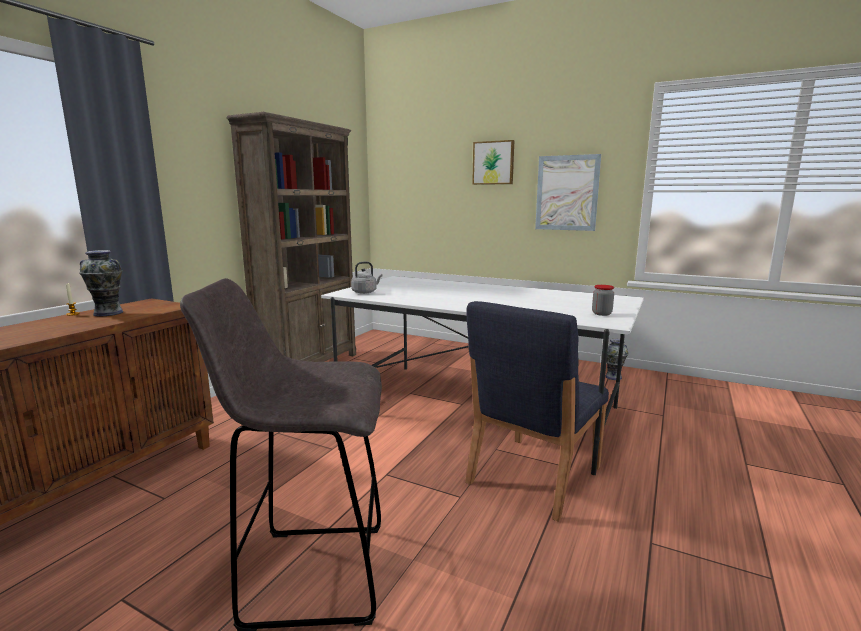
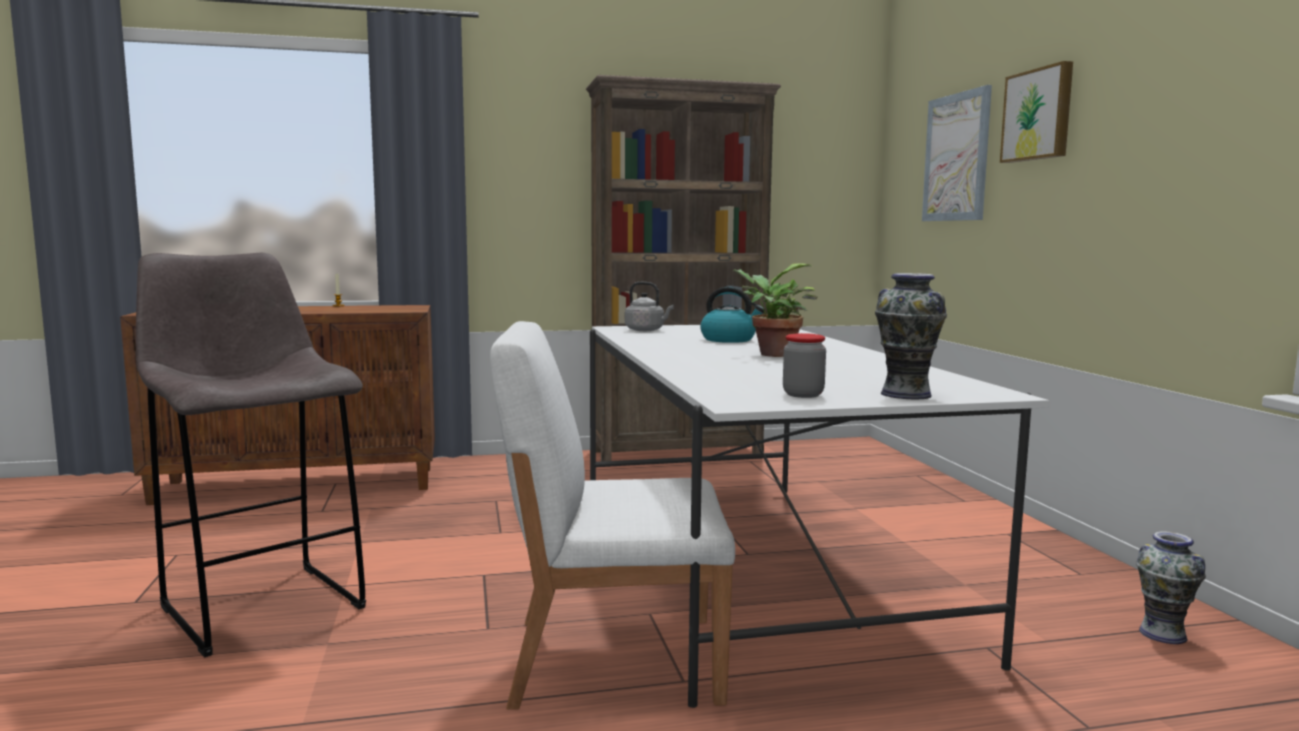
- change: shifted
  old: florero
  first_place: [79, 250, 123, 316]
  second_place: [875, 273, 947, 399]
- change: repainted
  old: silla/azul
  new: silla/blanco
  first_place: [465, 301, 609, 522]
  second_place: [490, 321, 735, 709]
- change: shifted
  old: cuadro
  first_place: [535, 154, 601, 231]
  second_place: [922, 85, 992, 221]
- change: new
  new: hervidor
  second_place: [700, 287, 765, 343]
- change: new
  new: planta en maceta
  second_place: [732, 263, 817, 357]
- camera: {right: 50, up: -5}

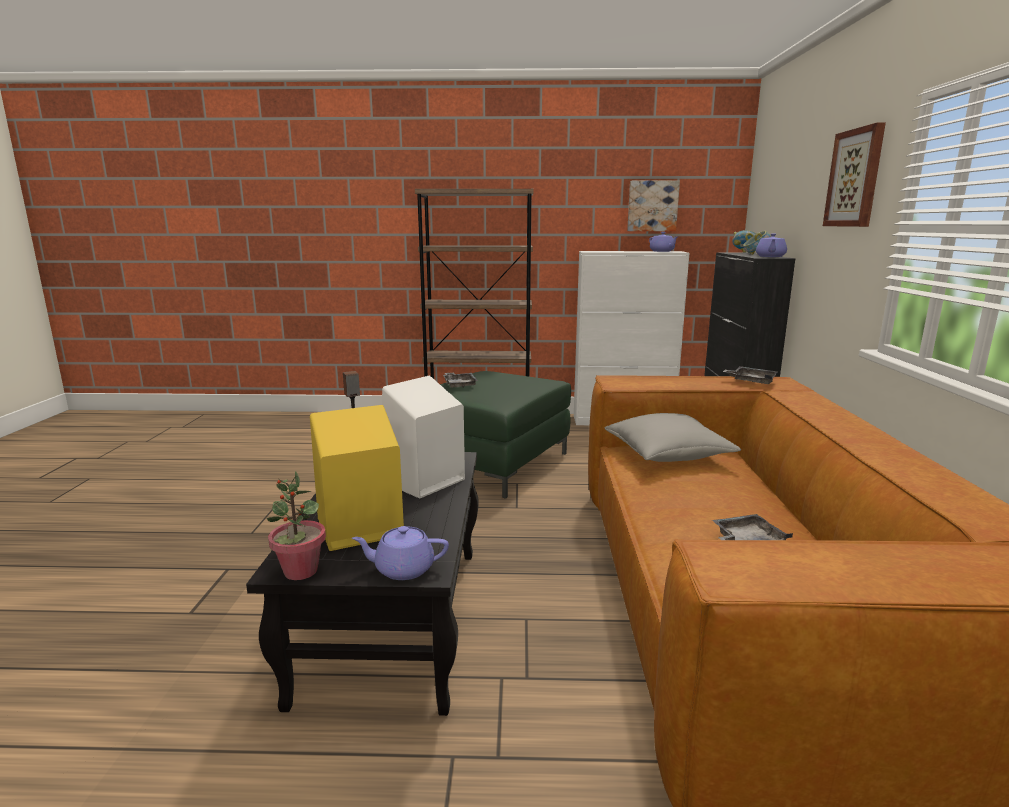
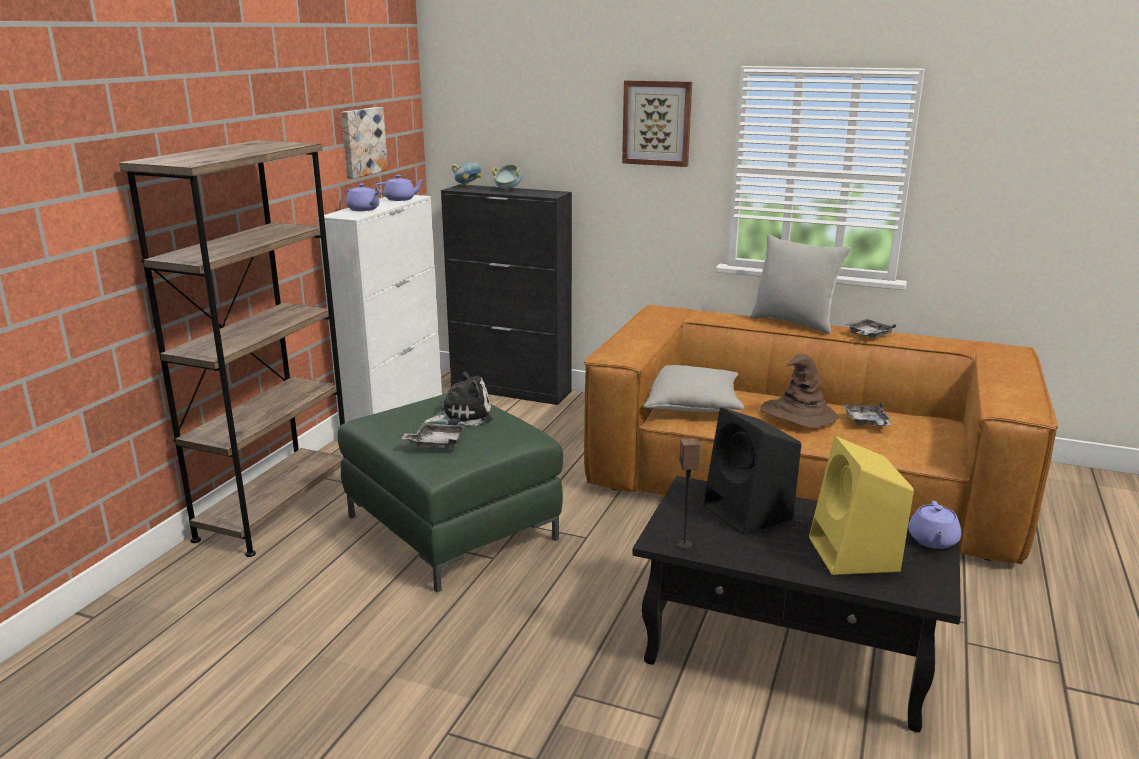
- change: gone
  old: planta en maceta
  first_place: [267, 471, 326, 580]
- change: repainted
  old: altavoz/blanco
  new: altavoz/negro
  first_place: [382, 376, 465, 498]
  second_place: [703, 407, 801, 535]
- change: shifted
  old: bandeja/gris
  first_place: [723, 366, 777, 384]
  second_place: [846, 319, 896, 338]
- change: shifted
  old: tetera/morado
  first_place: [756, 233, 787, 257]
  second_place: [346, 183, 380, 211]
- change: new
  new: peluche
  second_place: [424, 371, 493, 426]
- change: new
  new: cojín/gris
  second_place: [750, 234, 851, 334]
- change: new
  new: sombrero/marrón
  second_place: [760, 354, 839, 428]
- camera: {right: -70, up: 5}

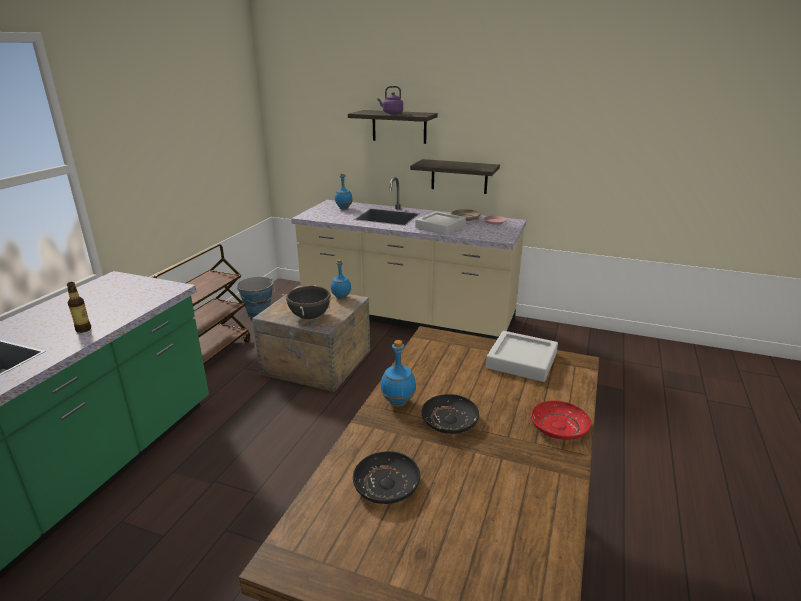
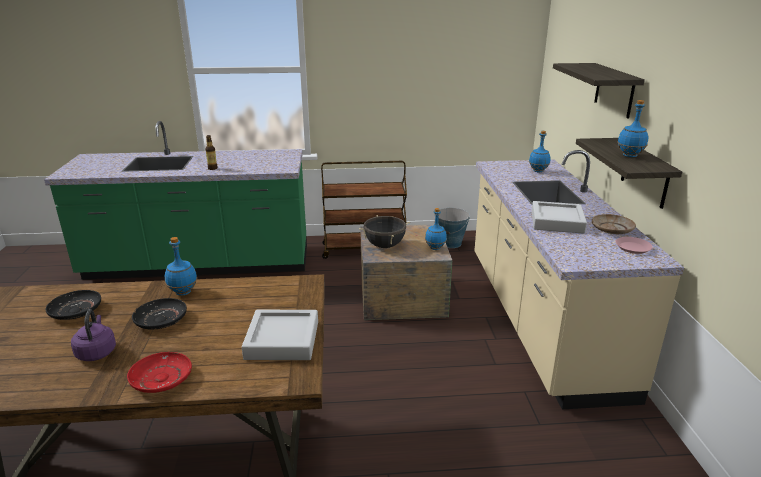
- change: shifted
  old: hervidor/morado
  first_place: [377, 86, 403, 114]
  second_place: [71, 309, 116, 361]
- change: new
  new: botella/azul
  second_place: [618, 100, 648, 157]
- camera: {right: 65, up: 0}

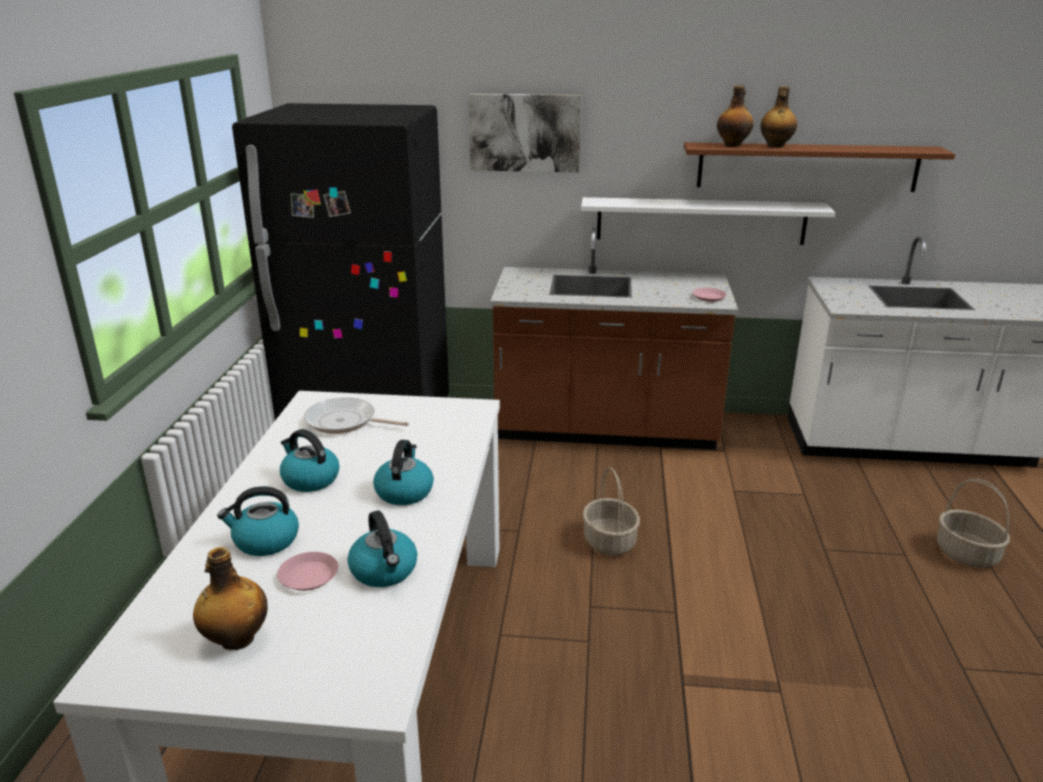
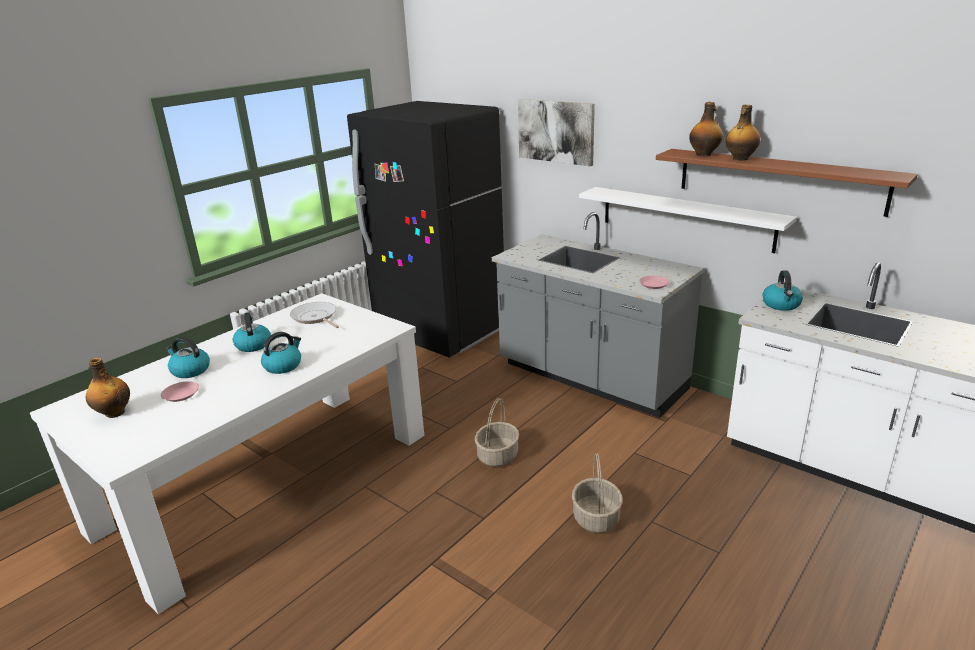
- change: shifted
  old: hervidor
  first_place: [347, 510, 417, 587]
  second_place: [762, 270, 803, 311]
- change: repainted
  old: mueble bajo de cocina/marrón
  new: mueble bajo de cocina/gris
  first_place: [490, 227, 738, 450]
  second_place: [492, 212, 704, 418]
- change: shifted
  old: cesta
  first_place: [936, 479, 1010, 568]
  second_place: [572, 453, 623, 533]
- camera: {right: 35, up: 0}

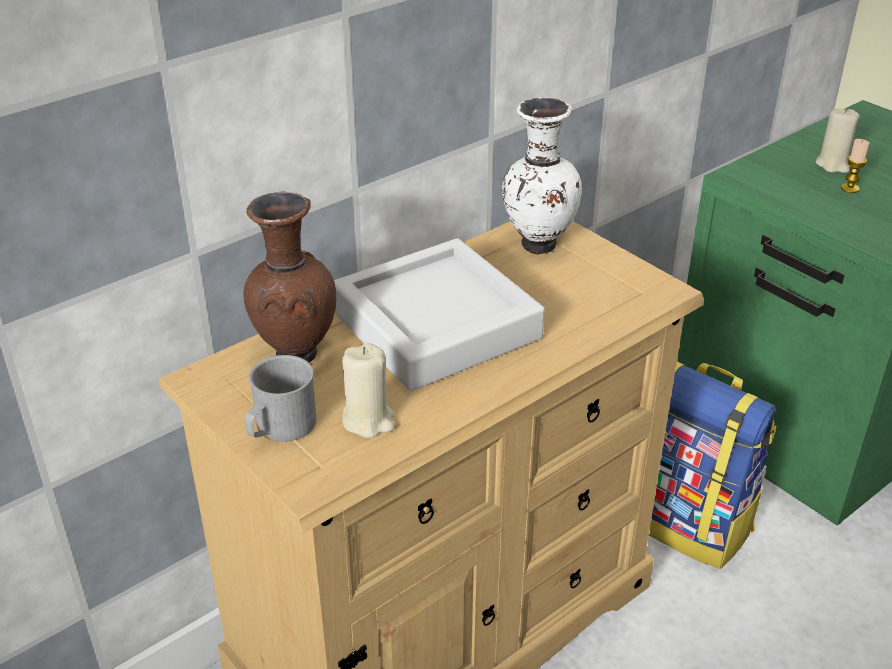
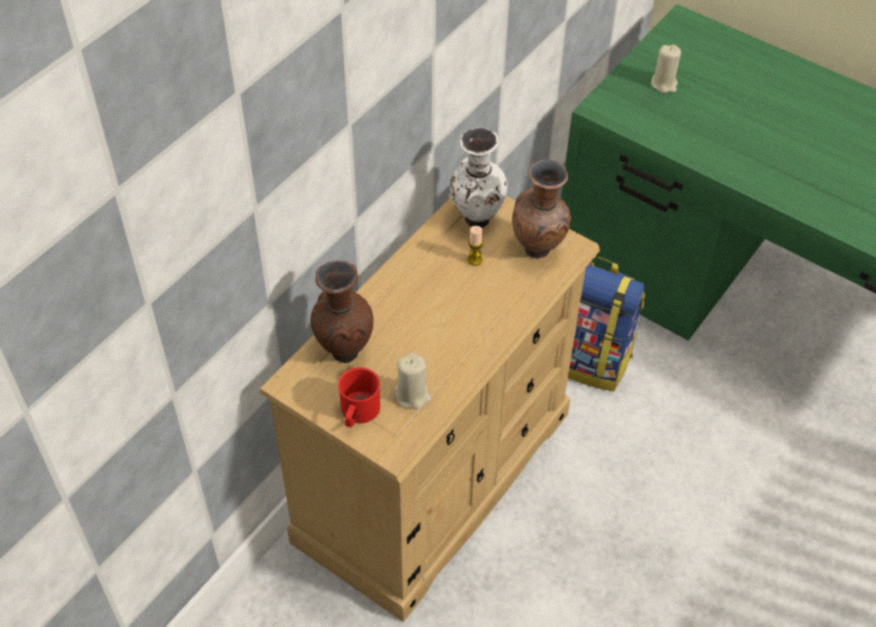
- change: repainted
  old: taza grande/gris
  new: taza grande/rojo
  first_place: [245, 355, 317, 442]
  second_place: [338, 367, 380, 427]
- change: gone
  old: bandeja/gris
  first_place: [334, 238, 545, 391]
- change: shifted
  old: vela
  first_place: [841, 139, 869, 193]
  second_place: [467, 226, 484, 266]
- change: new
  new: florero/marrón
  second_place: [512, 159, 571, 258]
- camera: {right: -15, up: 15}

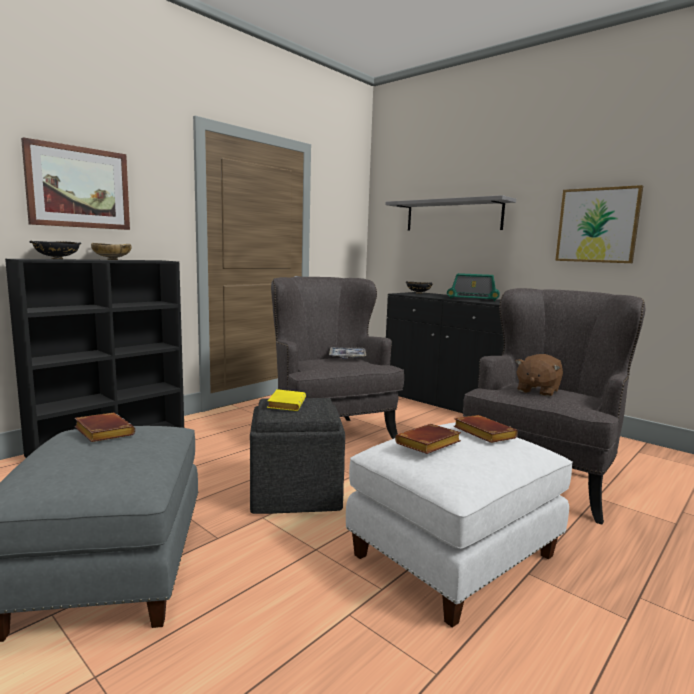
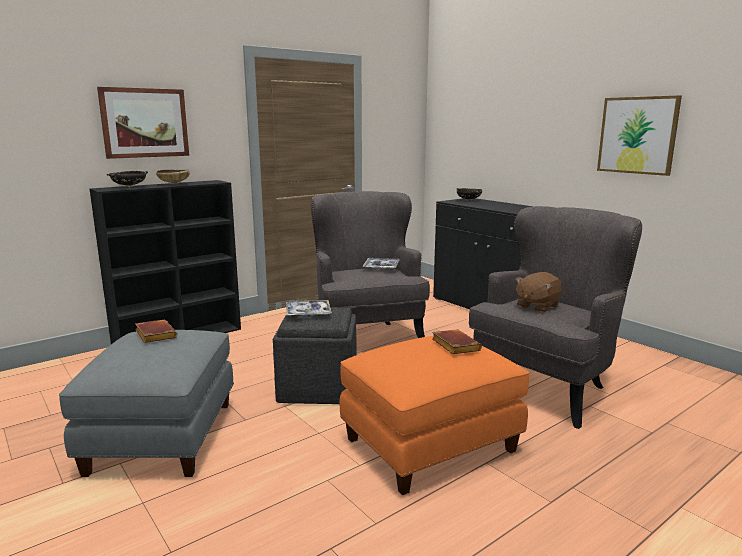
- change: swapped
  old: libro/amarillo
  new: bandeja
  first_place: [267, 389, 306, 411]
  second_place: [286, 300, 332, 317]
- change: repainted
  old: puf/blanco
  new: puf/naranja
  first_place: [346, 422, 573, 628]
  second_place: [340, 336, 529, 495]
- change: gone
  old: estante/gris
  first_place: [386, 195, 516, 231]
- change: gone
  old: libro/marrón
  first_place: [395, 424, 461, 454]
- change: gone
  old: radio
  first_place: [447, 273, 500, 301]
- camera: {right: 10, up: 5}

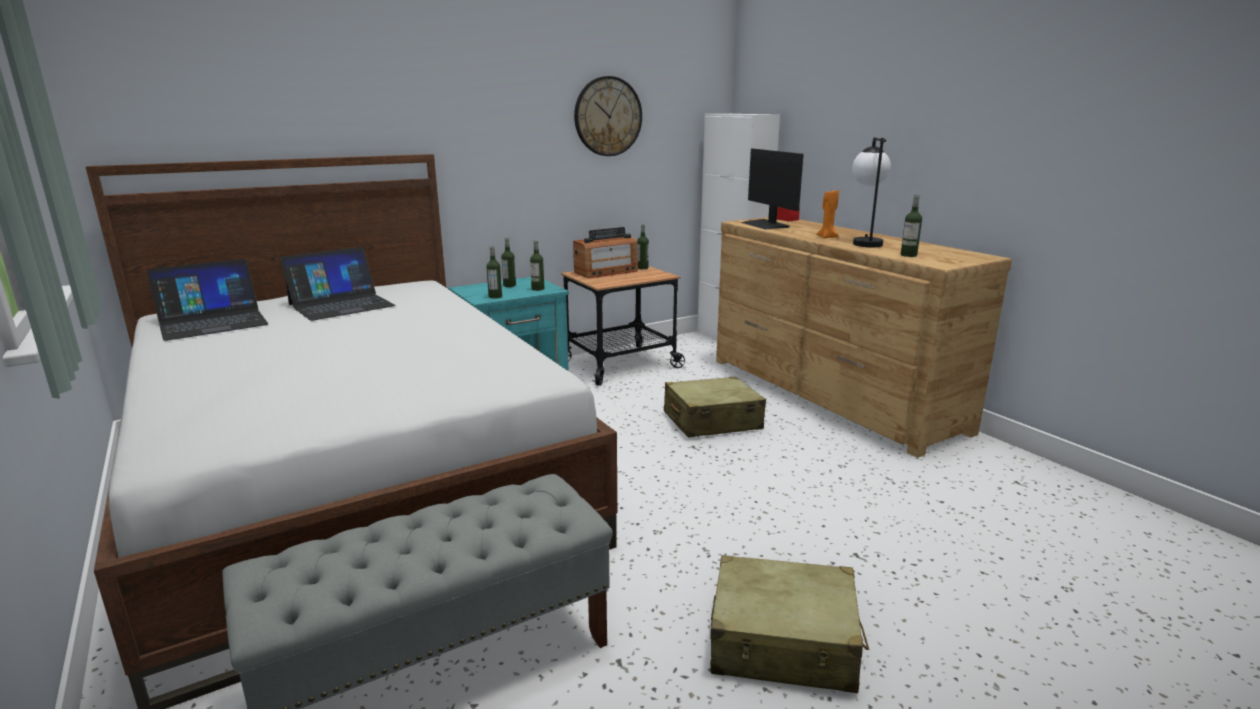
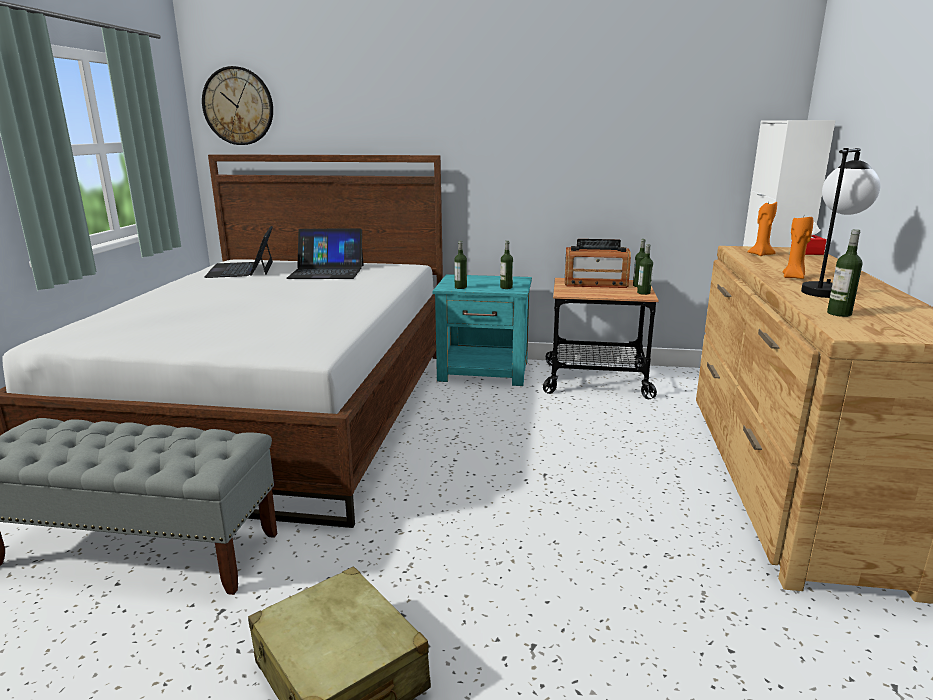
- change: rotated
  old: portátil
  first_place: [147, 259, 268, 341]
  second_place: [204, 226, 273, 278]
  degrees: 75
- change: shifted
  old: botella
  first_place: [502, 238, 516, 287]
  second_place: [637, 244, 653, 295]
- change: shifted
  old: reloj de pared
  first_place: [574, 76, 642, 156]
  second_place: [202, 66, 273, 145]
- change: gone
  old: maleta/beis
  first_place: [664, 377, 766, 438]
- change: swapped
  old: monitor
  new: vela/naranja
  first_place: [741, 149, 804, 230]
  second_place: [747, 202, 777, 256]
- camera: {right: 40, up: 0}

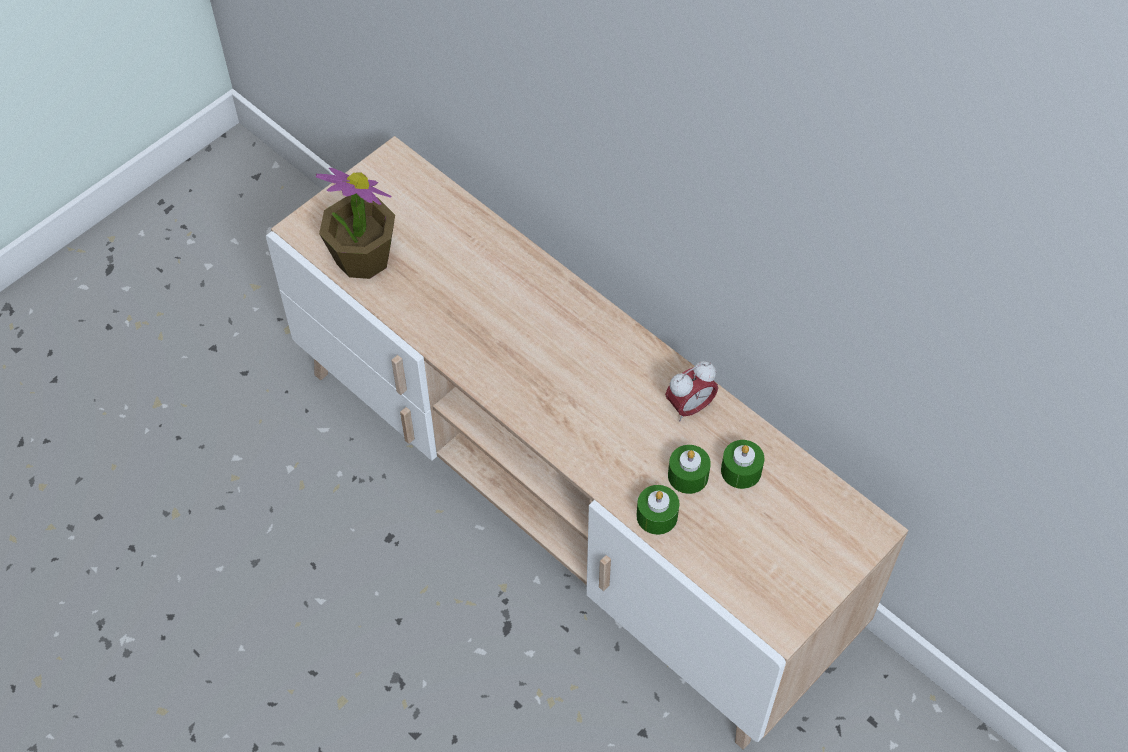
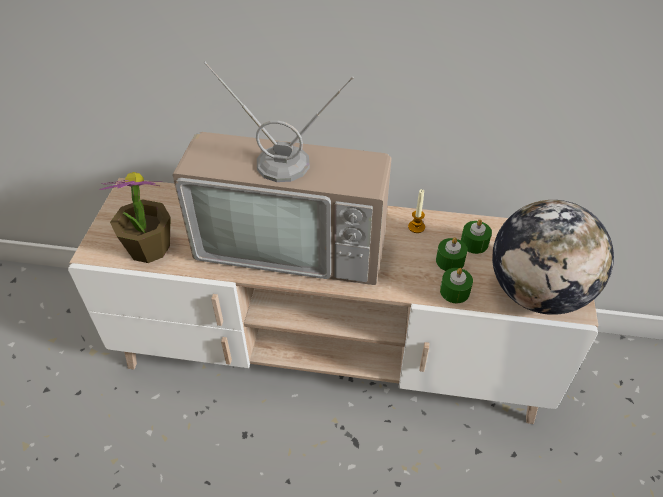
- change: swapped
  old: despertador
  new: vela
  first_place: [665, 361, 718, 421]
  second_place: [408, 189, 425, 233]
- change: new
  new: televisor
  second_place: [172, 62, 392, 285]
- change: new
  new: globo terráqueo
  second_place: [492, 200, 614, 315]
- camera: {right: -35, up: -10}

